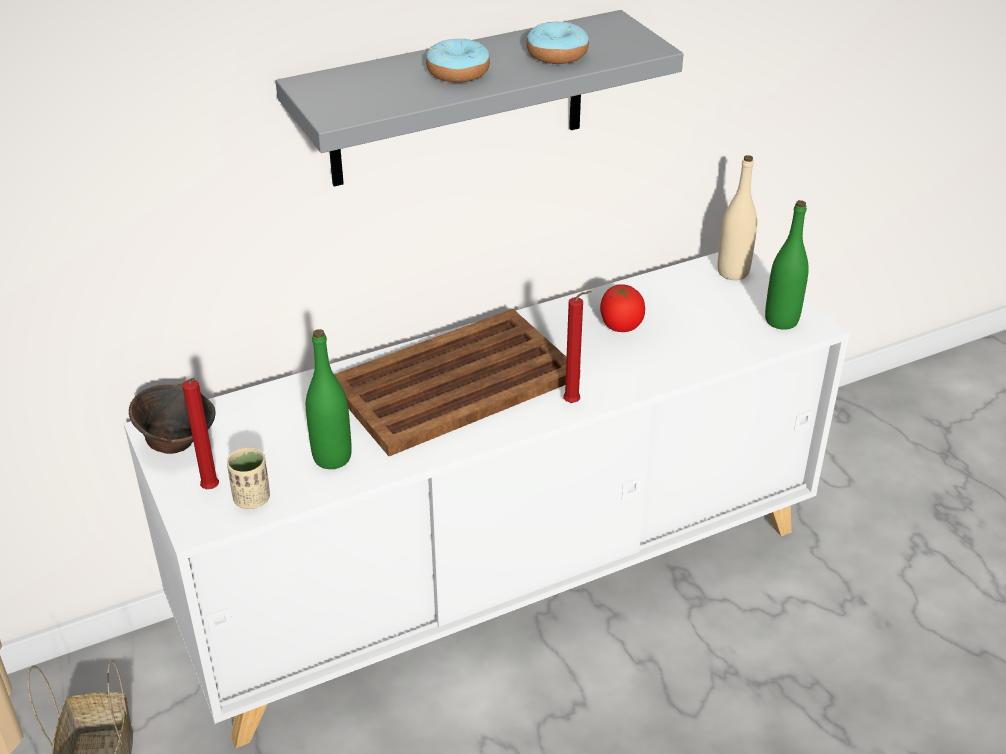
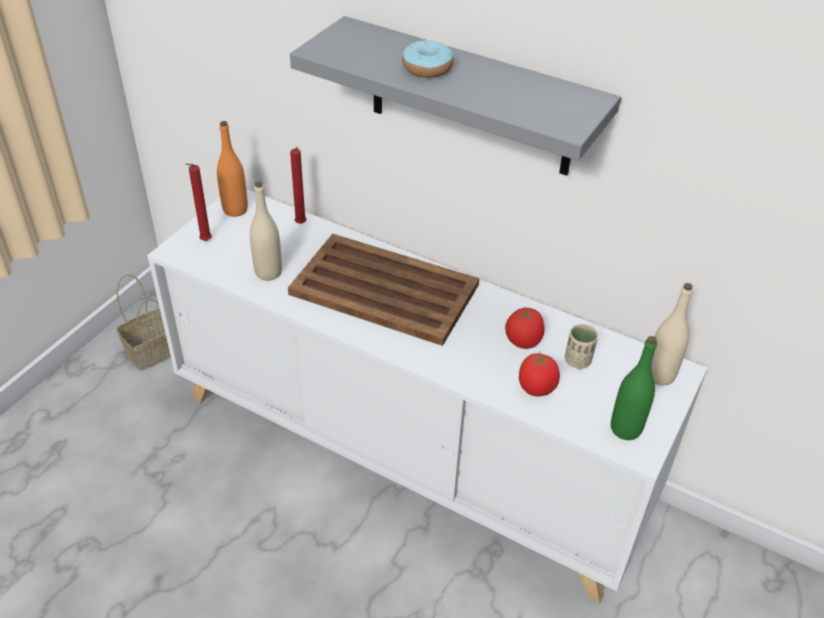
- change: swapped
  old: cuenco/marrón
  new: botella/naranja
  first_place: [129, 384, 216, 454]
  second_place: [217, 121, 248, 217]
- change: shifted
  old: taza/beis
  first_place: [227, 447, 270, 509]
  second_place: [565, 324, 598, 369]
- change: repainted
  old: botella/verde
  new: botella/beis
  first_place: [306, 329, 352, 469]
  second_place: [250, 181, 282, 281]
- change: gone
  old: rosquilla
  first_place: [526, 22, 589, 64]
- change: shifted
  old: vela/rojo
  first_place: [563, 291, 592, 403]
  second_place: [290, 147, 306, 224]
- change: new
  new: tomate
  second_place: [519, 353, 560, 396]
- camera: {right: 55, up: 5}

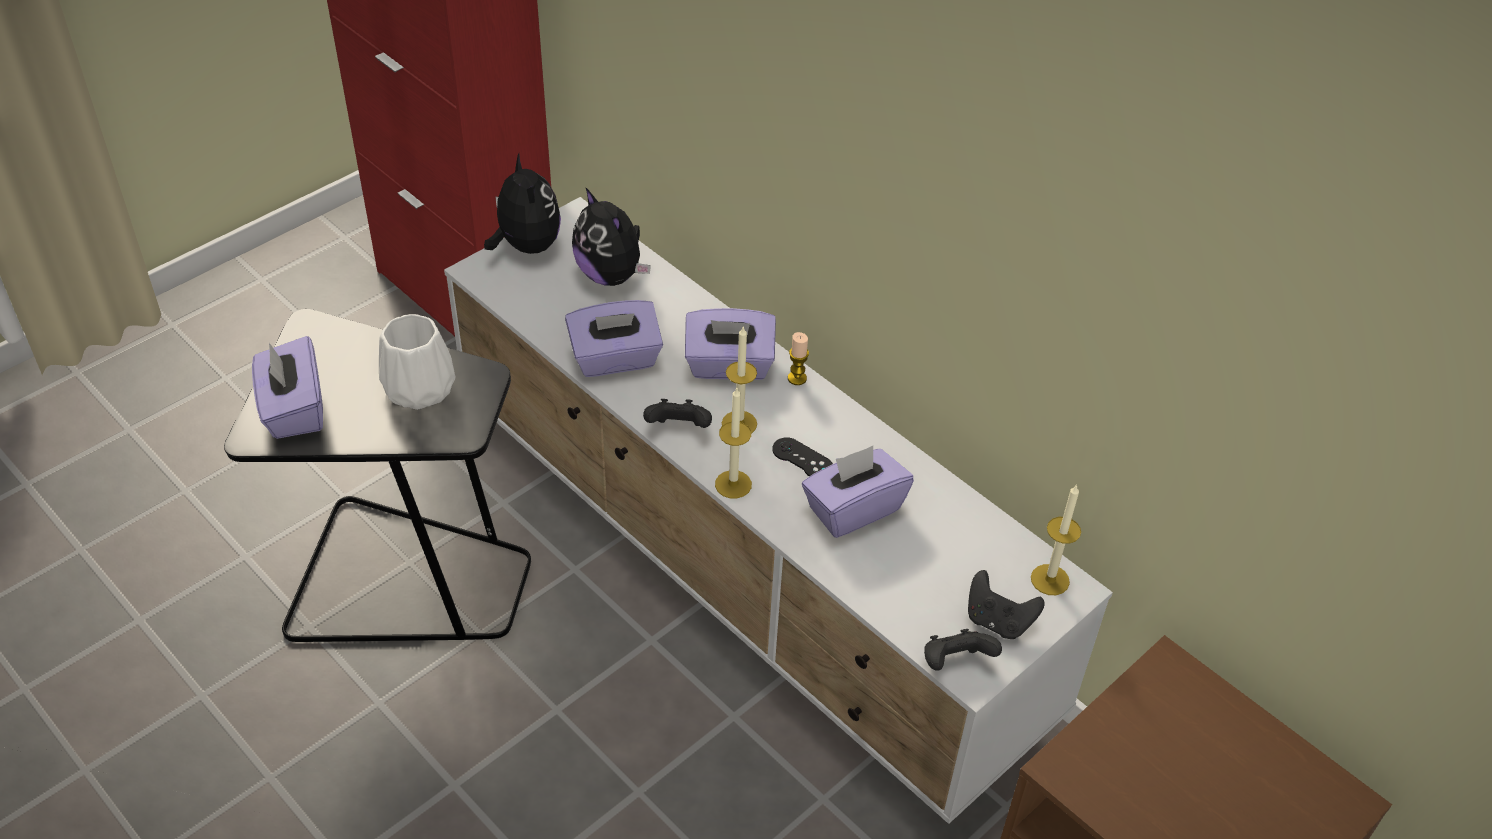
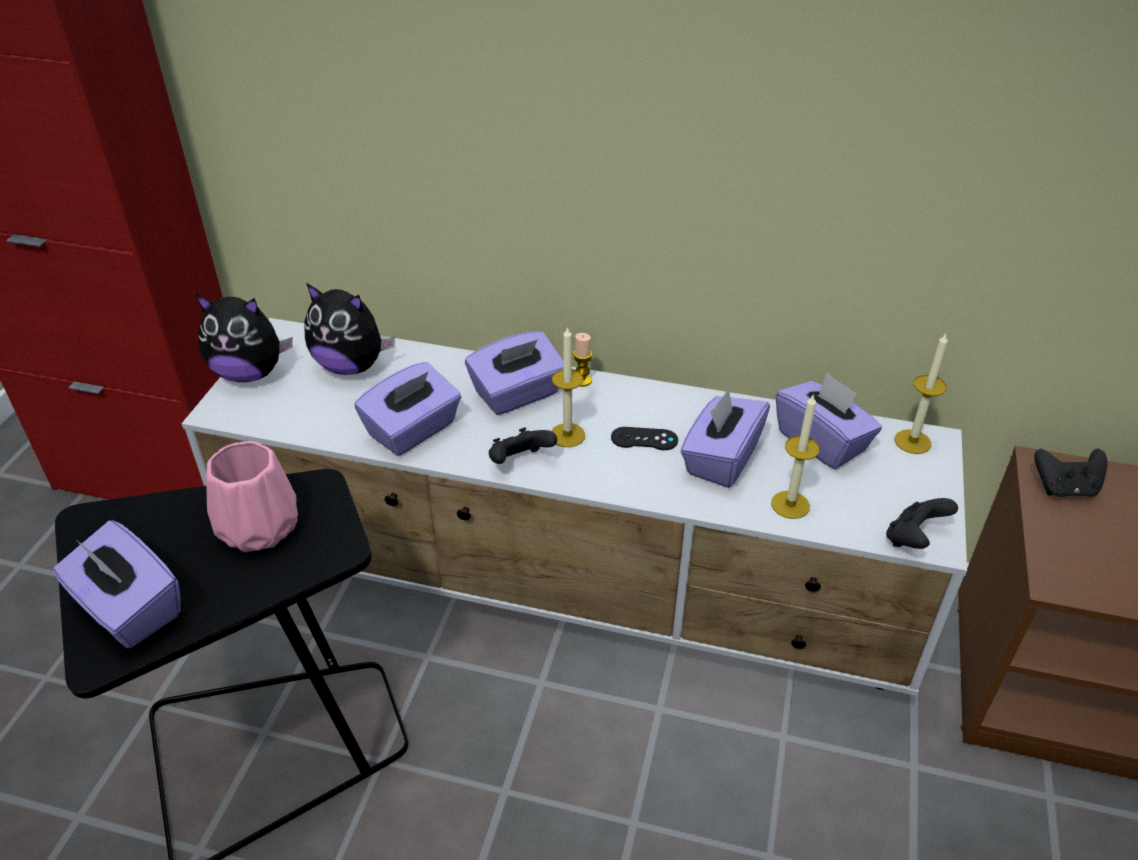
- change: repainted
  old: florero/blanco
  new: florero/rosa
  first_place: [379, 314, 455, 410]
  second_place: [206, 441, 298, 552]
- change: rotated
  old: peluche
  first_place: [484, 154, 561, 254]
  second_place: [196, 294, 293, 382]
  degrees: 150
- change: shifted
  old: vela
  first_place: [715, 388, 752, 499]
  second_place: [771, 394, 820, 519]
- change: shifted
  old: mando de consola/negro
  first_place: [968, 570, 1044, 639]
  second_place: [1034, 448, 1107, 497]
- change: new
  new: caja de pañuelos/morado
  second_place: [776, 373, 882, 470]
- camera: {right: -30, up: -5}

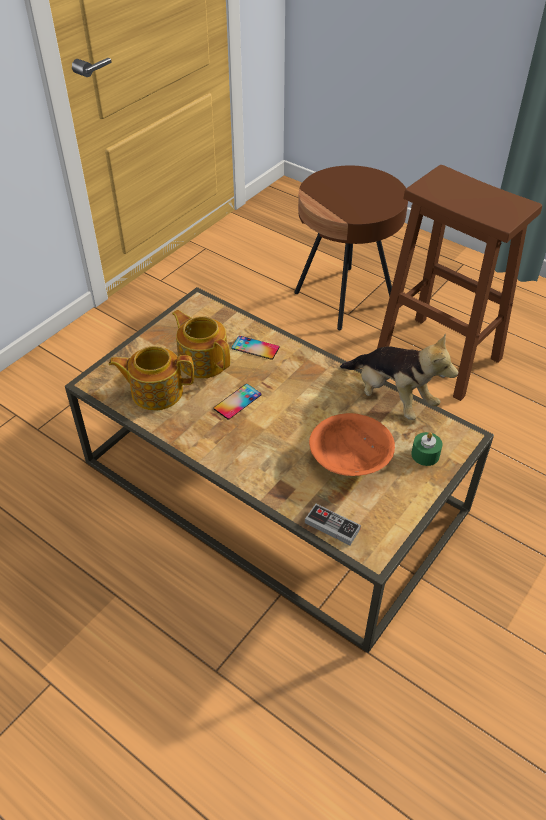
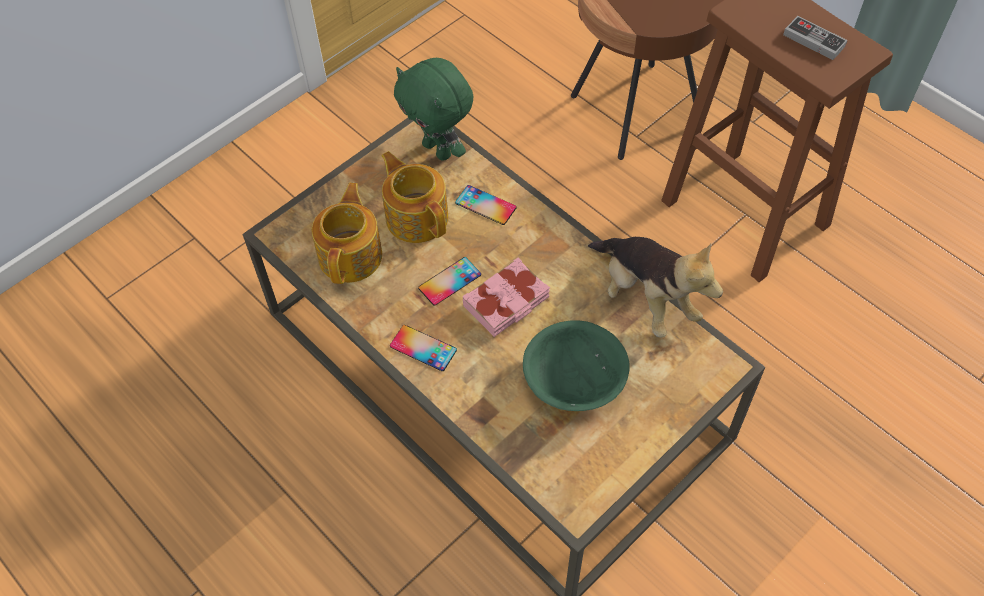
- change: rotated
  old: tetera
  first_place: [108, 346, 194, 411]
  second_place: [312, 183, 382, 284]
  degrees: 90
- change: shifted
  old: mando de consola
  first_place: [305, 504, 361, 545]
  second_place: [783, 16, 848, 60]
- change: repainted
  old: cuenco/naranja
  new: cuenco/verde
  first_place: [309, 413, 395, 476]
  second_place: [523, 320, 630, 411]
- change: gone
  old: vela/verde
  first_place: [411, 432, 442, 466]
- change: new
  new: móvil
  second_place: [390, 325, 457, 371]
- change: new
  new: peluche/verde
  second_place: [394, 58, 474, 161]
- change: new
  new: libro/rosa
  second_place: [462, 258, 550, 337]
- camera: {right: 10, up: 10}

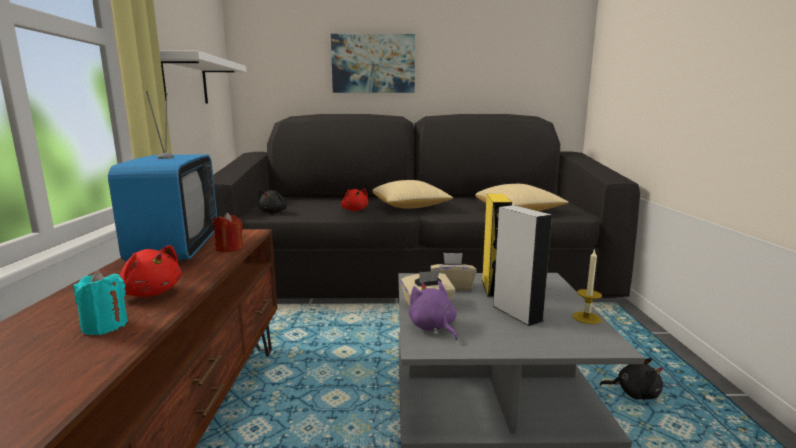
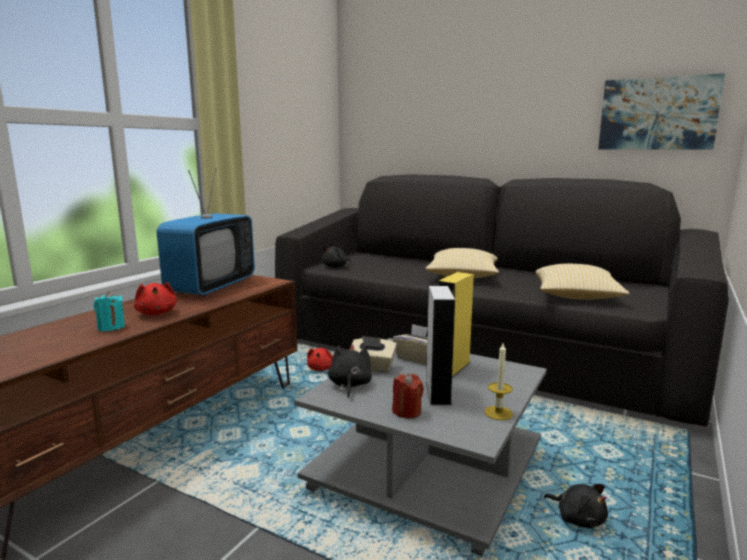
- change: gone
  old: estante/blanco
  first_place: [160, 51, 246, 104]
- change: shifted
  old: vela/rojo
  first_place: [214, 212, 243, 252]
  second_place: [392, 373, 424, 418]
- change: shifted
  old: cuadro
  first_place: [331, 34, 415, 93]
  second_place: [598, 73, 725, 149]
- change: shifted
  old: peluche/rojo
  first_place: [341, 188, 368, 211]
  second_place: [307, 348, 333, 371]
- change: repainted
  old: peluche/morado
  new: peluche/negro
  first_place: [408, 281, 457, 340]
  second_place: [328, 344, 372, 398]
- camera: {right: 30, up: 0}

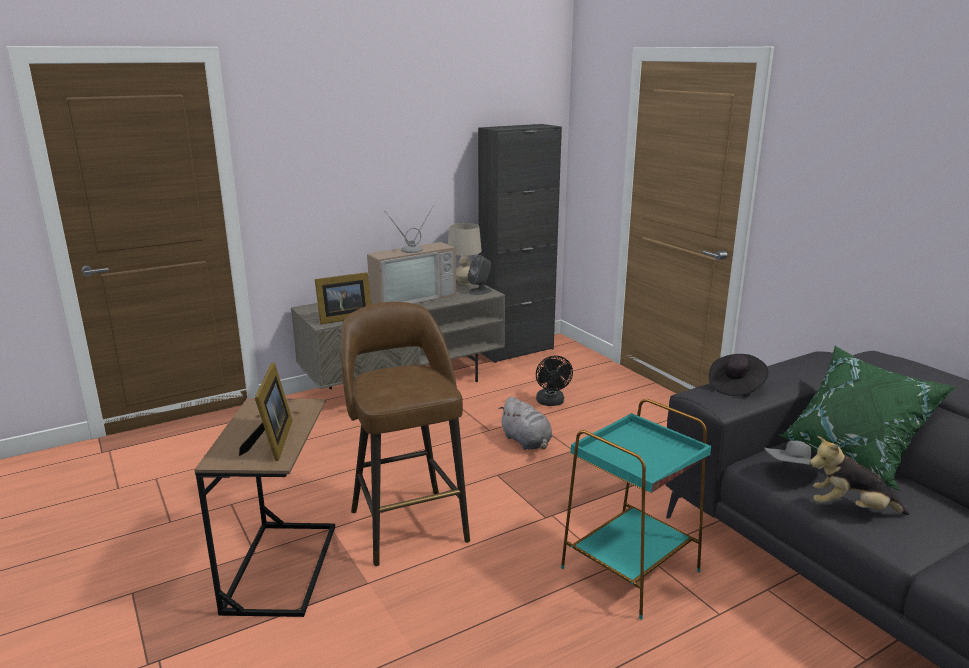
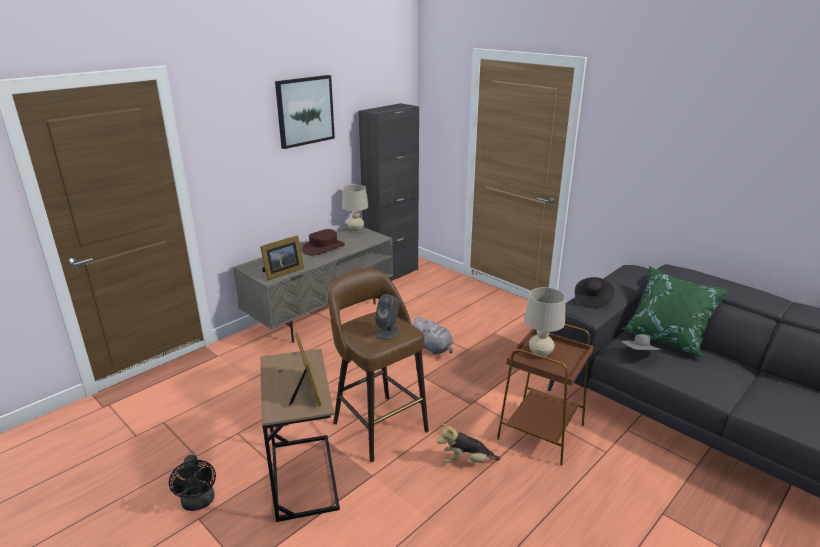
- change: swapped
  old: televisor
  new: sombrero/marrón
  first_place: [367, 205, 456, 304]
  second_place: [302, 229, 345, 256]
- change: shifted
  old: altavoz/gris
  first_place: [468, 255, 492, 295]
  second_place: [375, 294, 401, 340]
- change: shifted
  old: ventilador/negro
  first_place: [536, 355, 573, 406]
  second_place: [169, 455, 216, 511]
- change: repainted
  old: mesa auxiliar/turquesa
  new: mesa auxiliar/marrón
  first_place: [561, 399, 711, 620]
  second_place: [497, 324, 594, 465]
- change: shifted
  old: peluche
  first_place: [809, 436, 910, 515]
  second_place: [438, 423, 500, 463]
- change: new
  new: cuadro
  second_place: [275, 75, 335, 149]
- change: new
  new: lámpara de mesa/beis
  second_place: [524, 287, 566, 357]
- camera: {right: -15, up: 5}

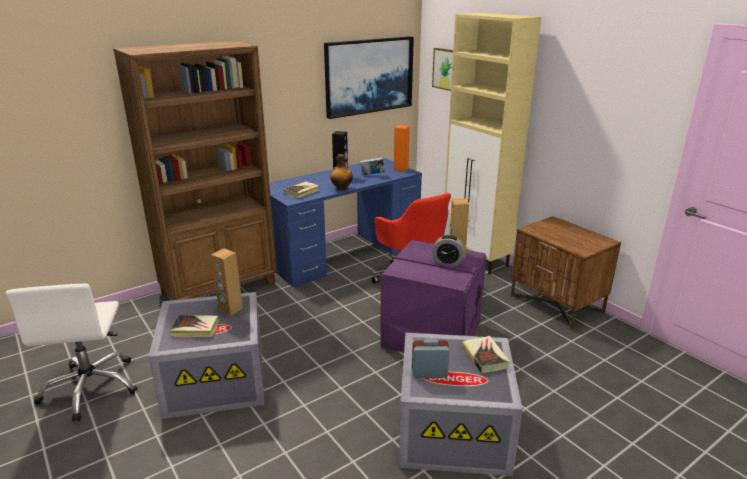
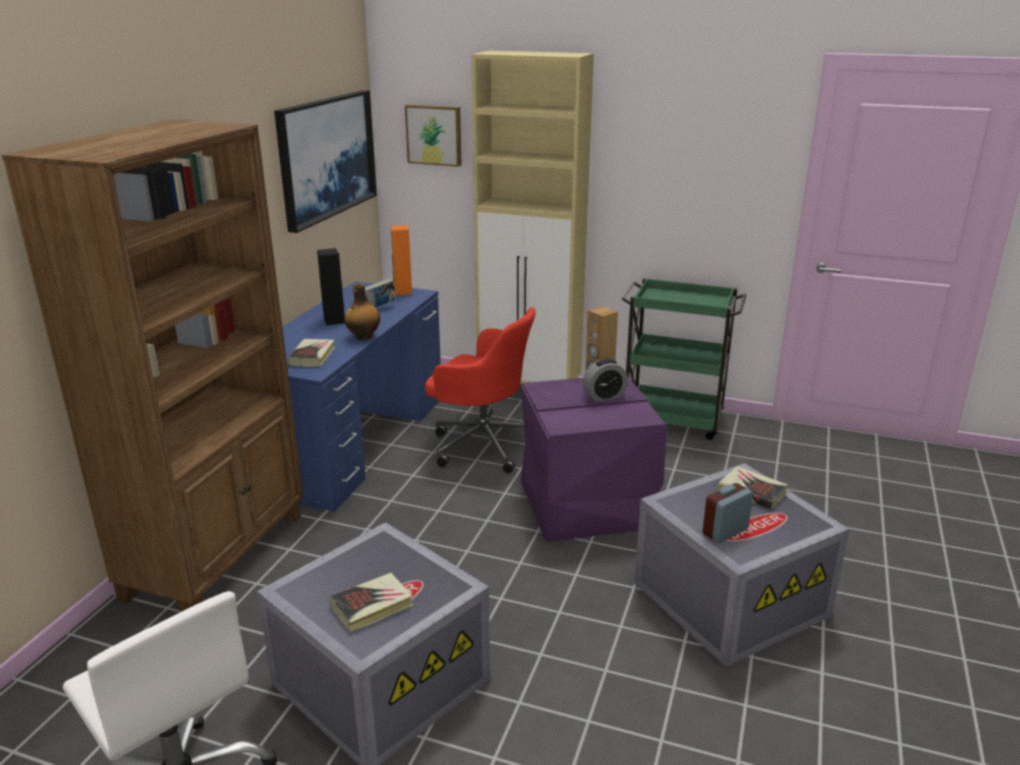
- change: gone
  old: altavoz/marrón
  first_place: [211, 248, 243, 316]
- change: swapped
  old: mesita de noche/marrón
  new: carrito/verde
  first_place: [511, 216, 621, 330]
  second_place: [622, 278, 747, 440]
- camera: {right: -35, up: 0}

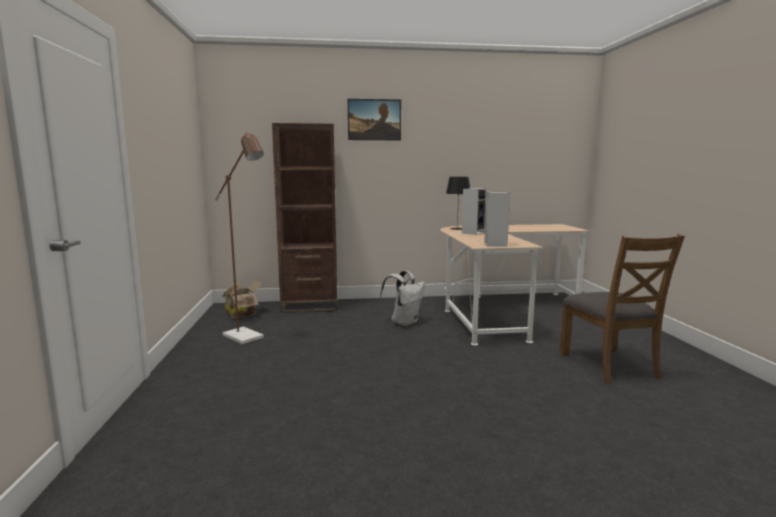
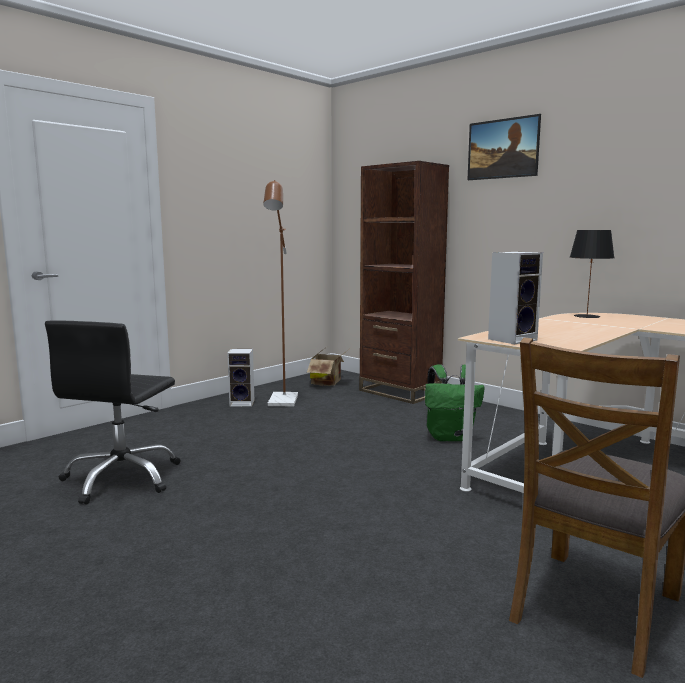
- change: repainted
  old: mochila/blanco
  new: mochila/verde
  first_place: [380, 271, 425, 326]
  second_place: [425, 364, 485, 441]
- change: shifted
  old: altavoz
  first_place: [462, 188, 487, 235]
  second_place: [227, 349, 255, 407]
- change: new
  new: silla de oficina/negro
  second_place: [45, 321, 180, 505]
- camera: {right: 50, up: 0}

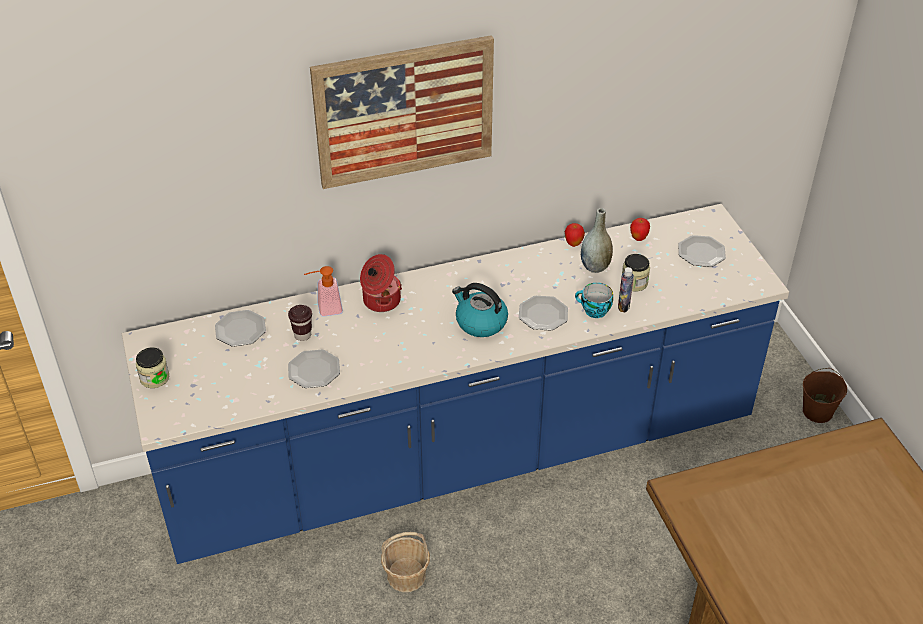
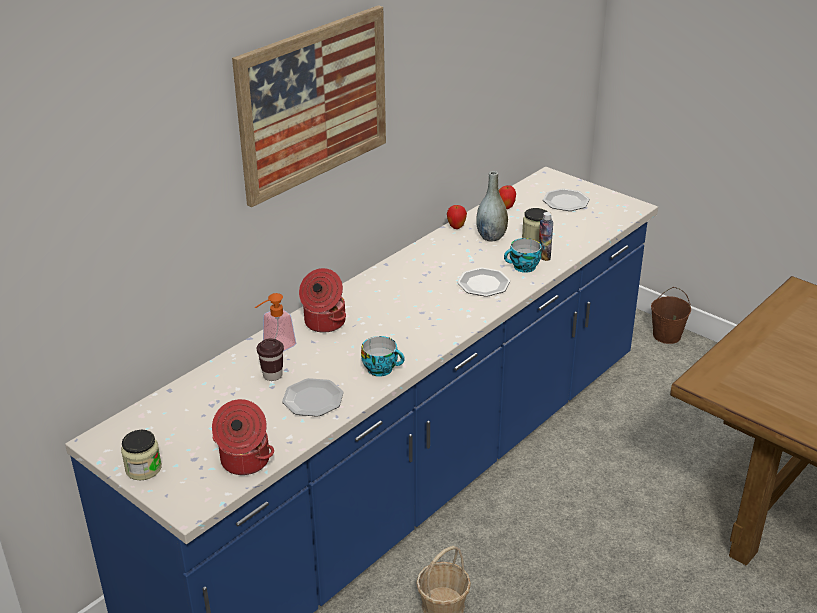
- change: gone
  old: plato
  first_place: [215, 310, 266, 347]
- change: gone
  old: hervidor
  first_place: [452, 283, 508, 337]
- change: new
  new: olla
  second_place: [212, 399, 274, 475]
- change: new
  new: taza
  second_place: [361, 336, 405, 377]
- camera: {right: -30, up: -10}

